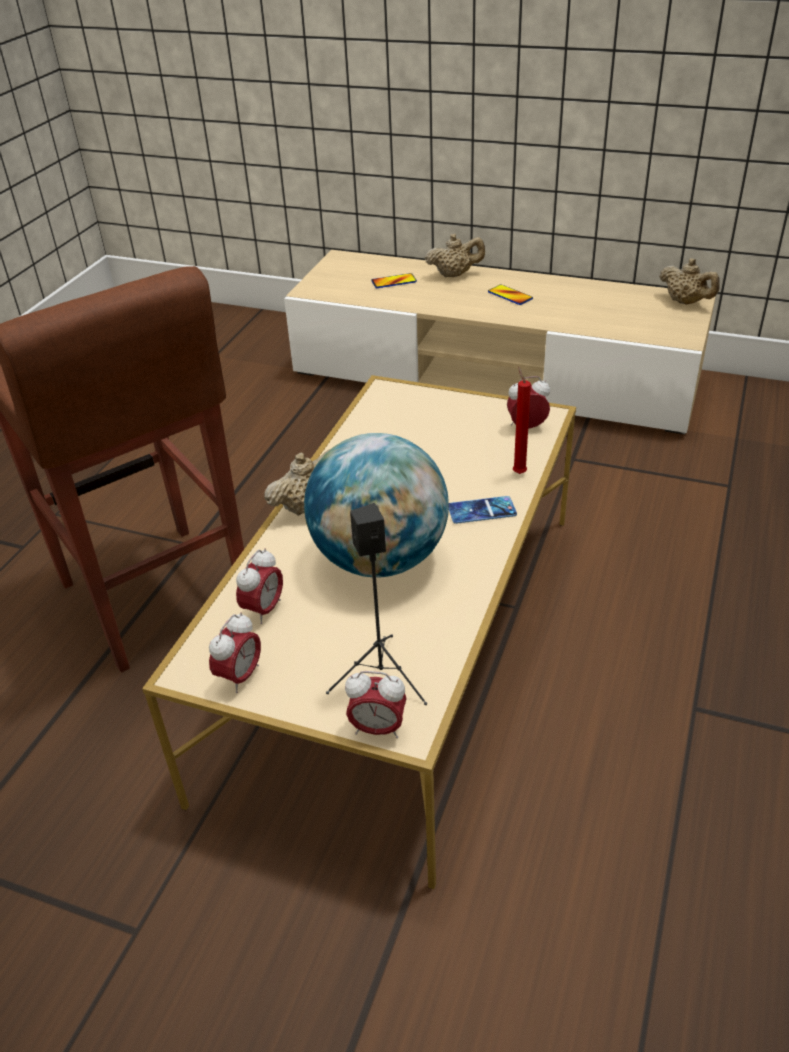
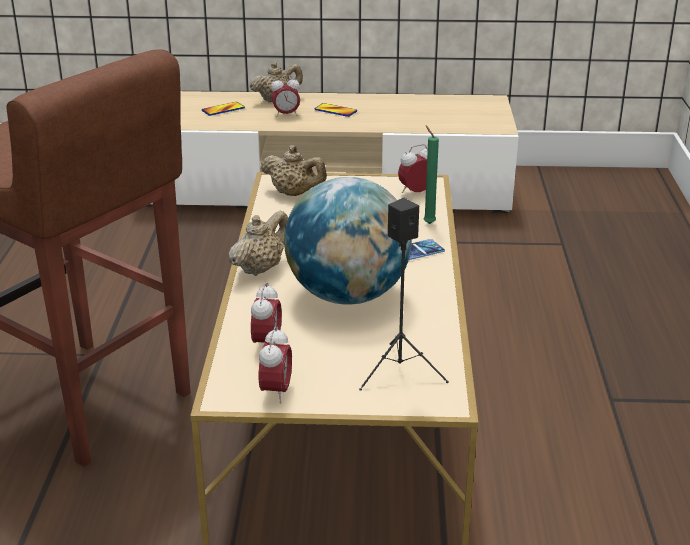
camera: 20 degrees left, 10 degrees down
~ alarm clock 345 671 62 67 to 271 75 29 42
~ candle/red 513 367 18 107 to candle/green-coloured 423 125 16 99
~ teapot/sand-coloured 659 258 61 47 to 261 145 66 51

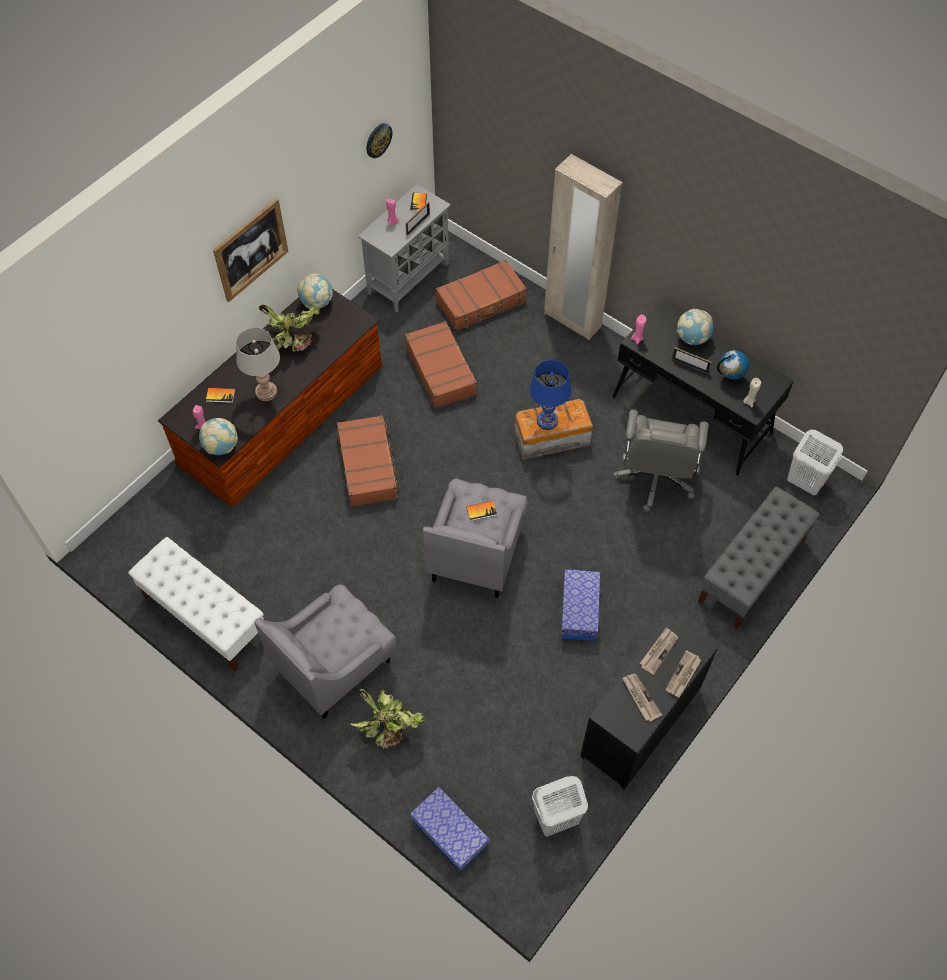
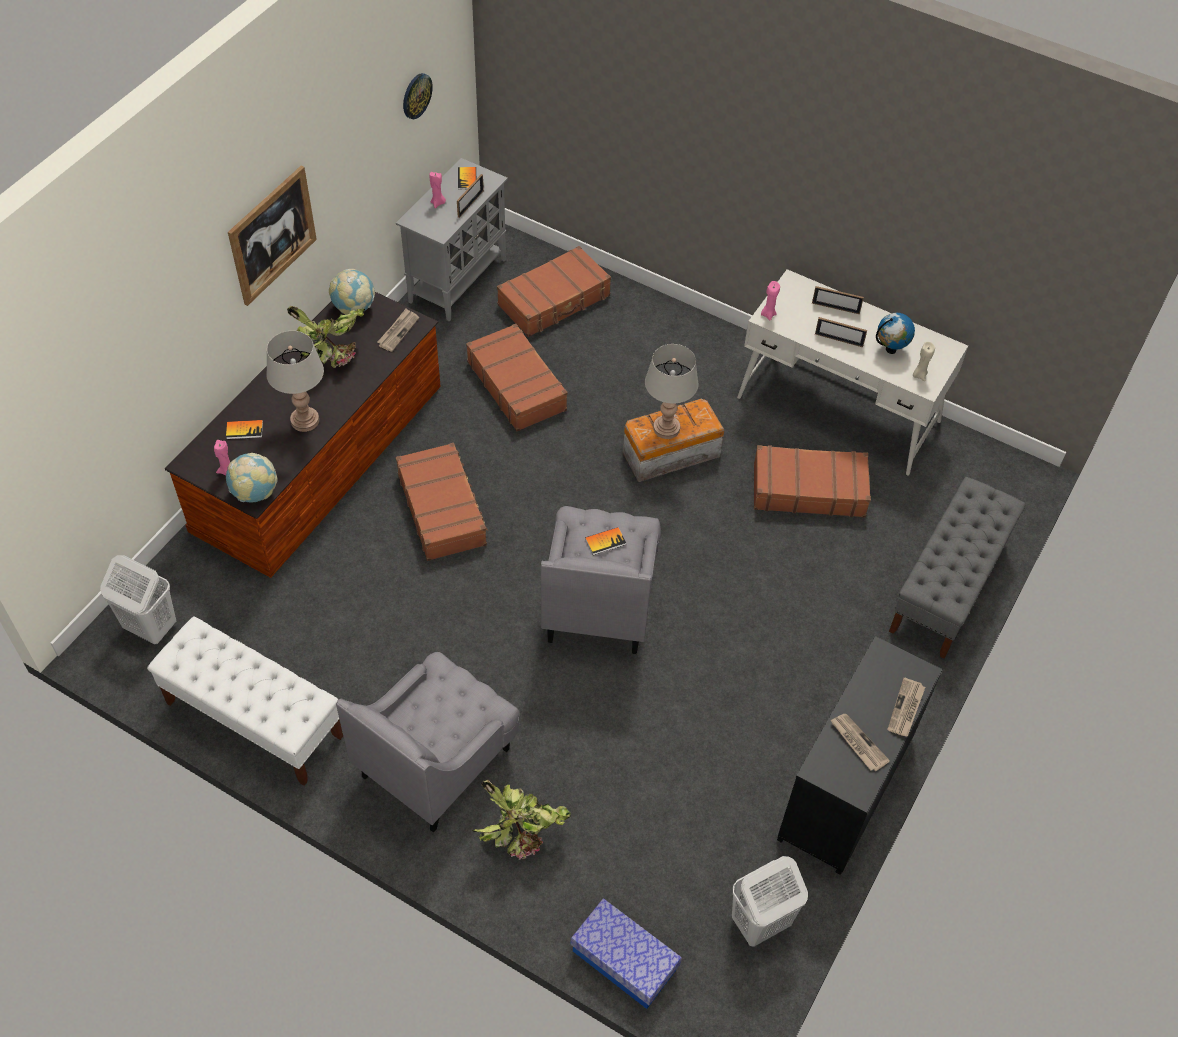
camera: 10 degrees left, 5 degrees down
~ tabletop lamp/blue-coloured 529 360 43 70 to tabletop lamp/gray 645 344 53 95
- armoire/sand-coloured 544 154 78 186
- storage container 561 569 39 72
~ desk unit/blackish 613 302 181 174 to desk unit/white 737 269 231 206
~ computer chair/gray 613 409 96 103 to suitcase/brown-coloured 754 445 117 73
~ printed paper 640 627 38 48 to 377 309 42 43
~ globe 677 309 36 36 to photo frame 812 286 52 28
~ hamper/white 787 430 56 65 to 100 555 76 89

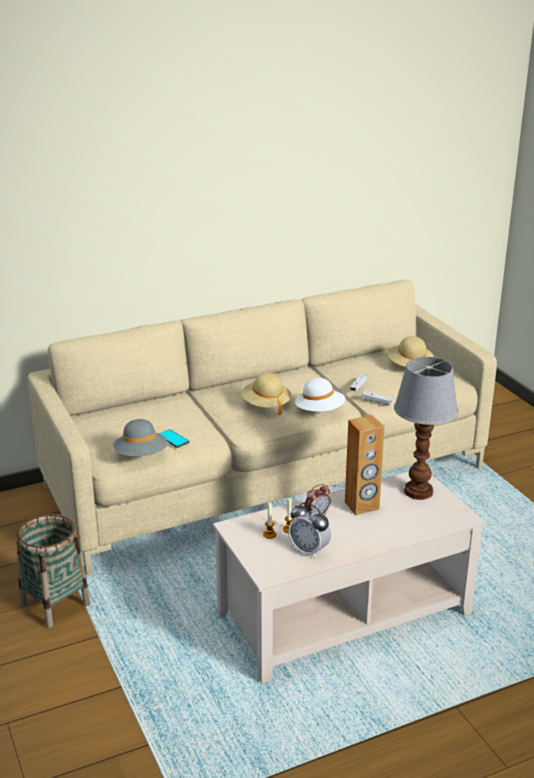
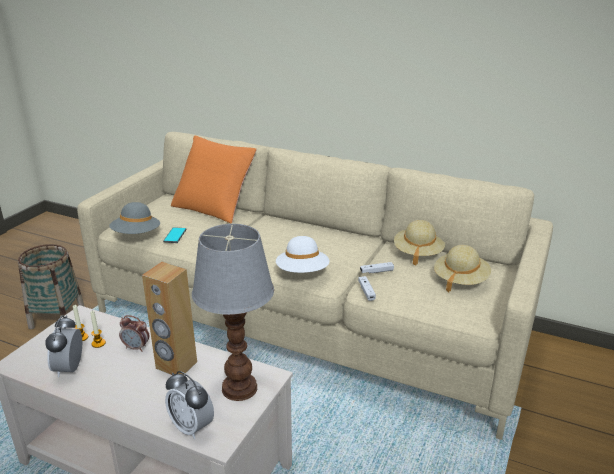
camera: 50 degrees right, 0 degrees up
~ wearable hat/sand-coloured 241 373 50 42 to 394 220 51 46
+ alarm clock 165 371 49 68
+ cushion/orange-coloured 171 135 86 89

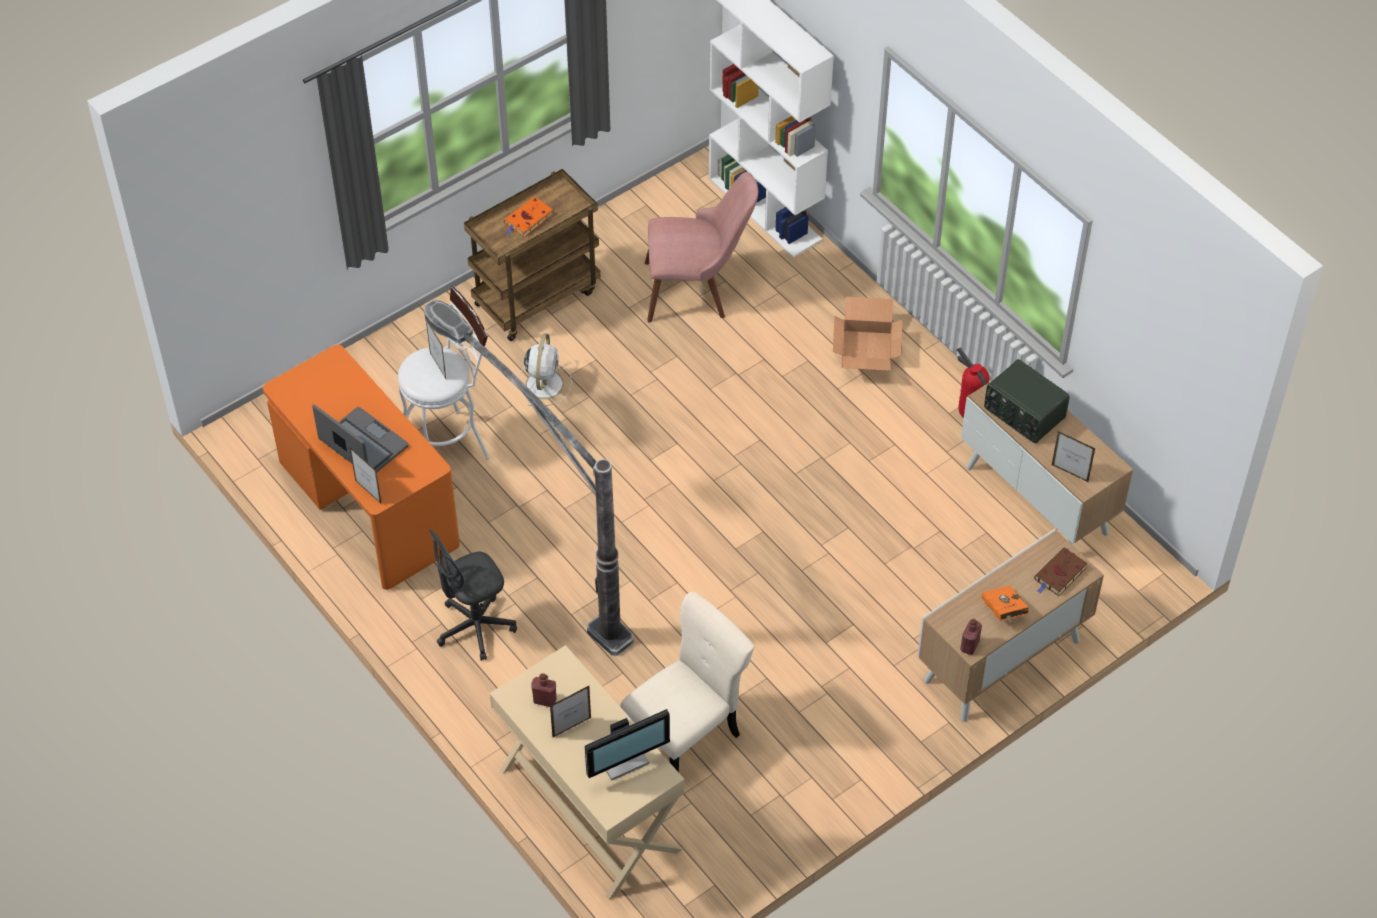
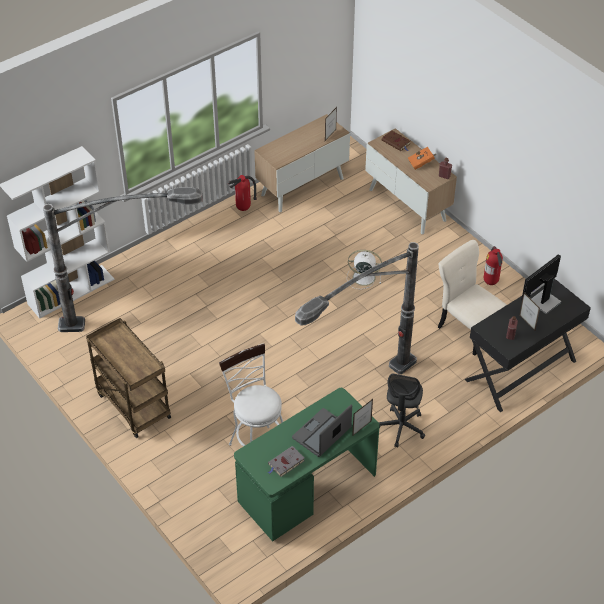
camera: 90 degrees left, 5 degrees down
~ desk unit/orange-coloured 263 345 197 245 to desk unit/green-coloured 234 388 146 153
- photo frame 426 322 20 57
~ computer chair/gray 429 529 88 132 = 379 374 46 74 45 degrees clockwise
~ desk unit/sand-coloured 489 645 195 255 to desk unit/blackish 465 278 126 134
- volume/orange-coloured 504 197 49 40
~ cooling fan/white 518 333 54 73 to 347 250 35 39
~ computer screen 585 709 85 72 = 521 254 41 60 105 degrees counterclockwise
~ plain chair/pink 645 172 113 150 to standard lamp 43 187 160 145
- carton 833 297 69 74
- radio receiver 984 359 86 85
+ volume/gray 268 446 36 31
+ fire-fighting cylinder 484 246 19 39

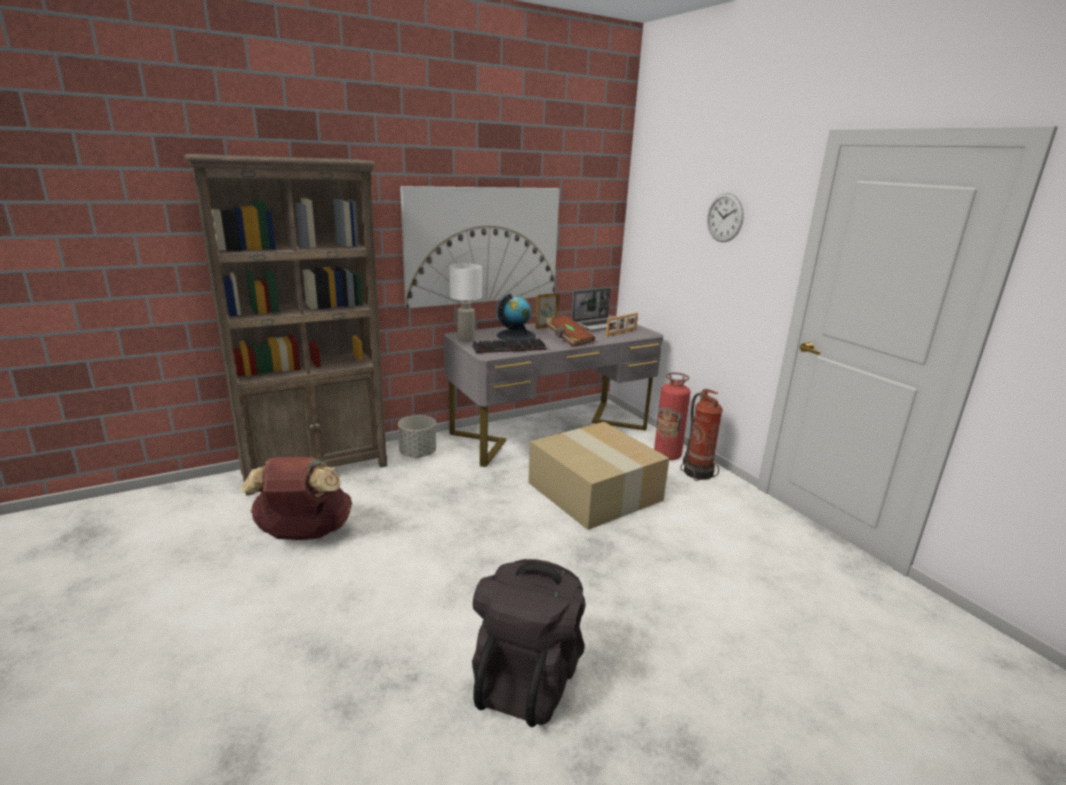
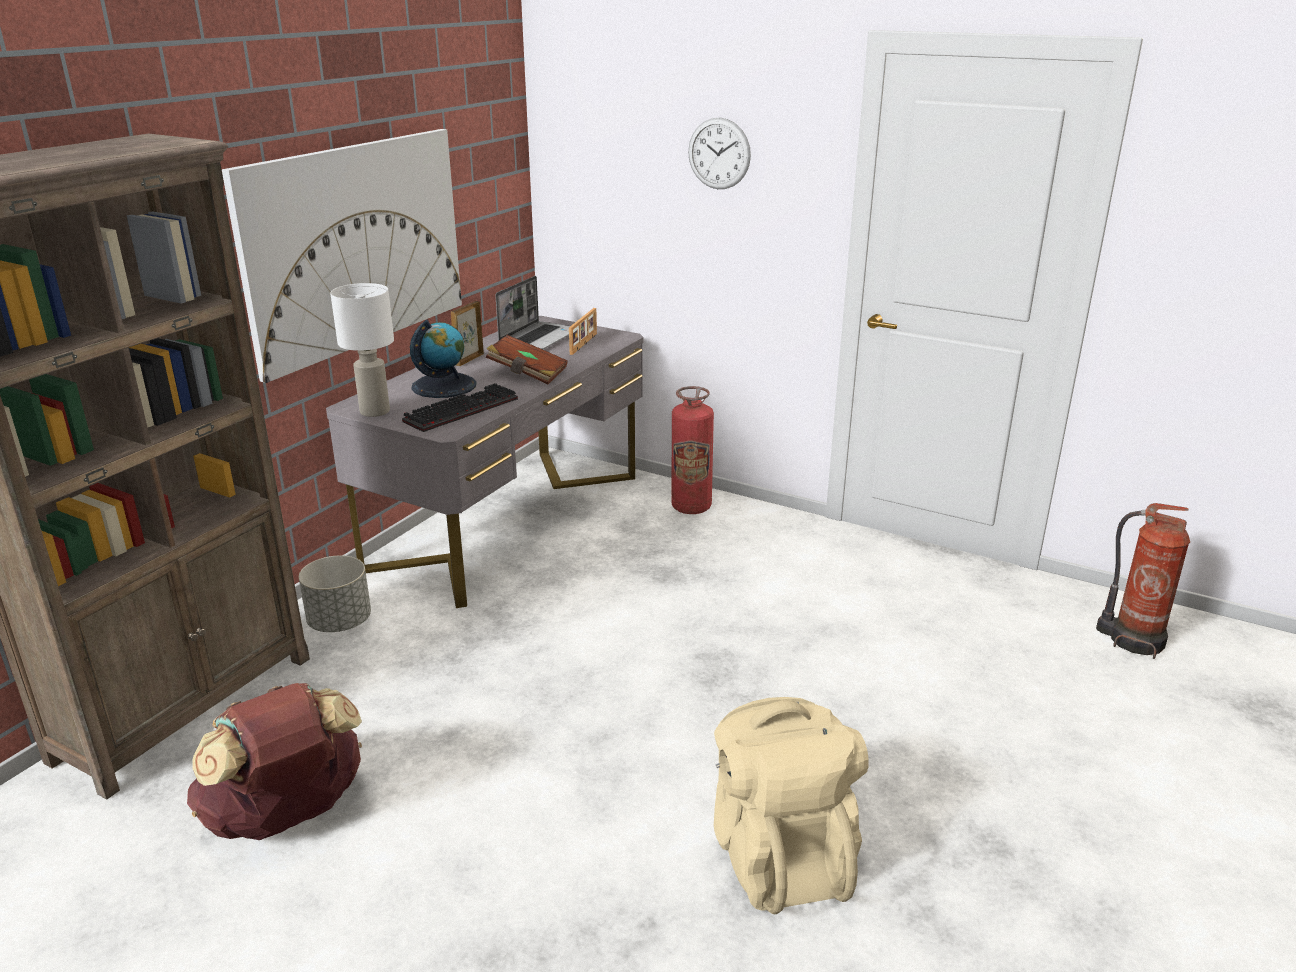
camera: 30 degrees left, 5 degrees up
~ knapsack/blackish 472 559 114 168 to knapsack/sand-coloured 714 697 155 217
- carton 528 422 141 108
~ fire-fighting cylinder 680 389 43 92 to 1096 503 94 156

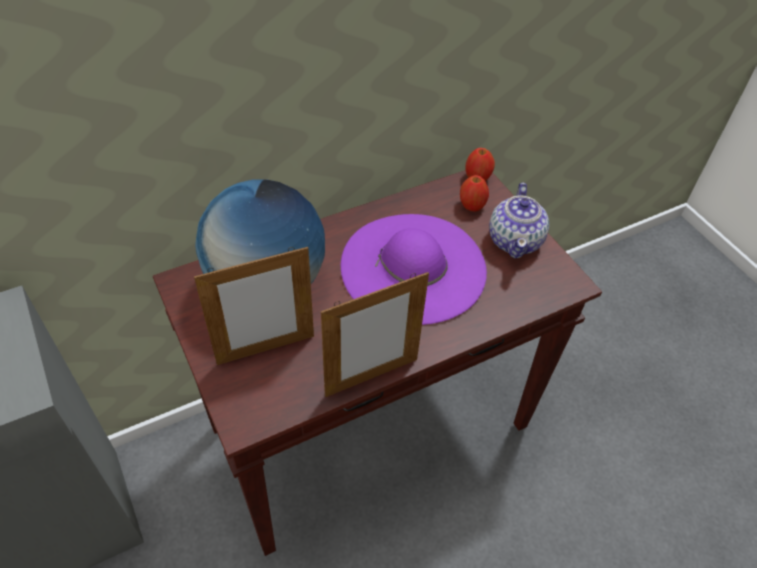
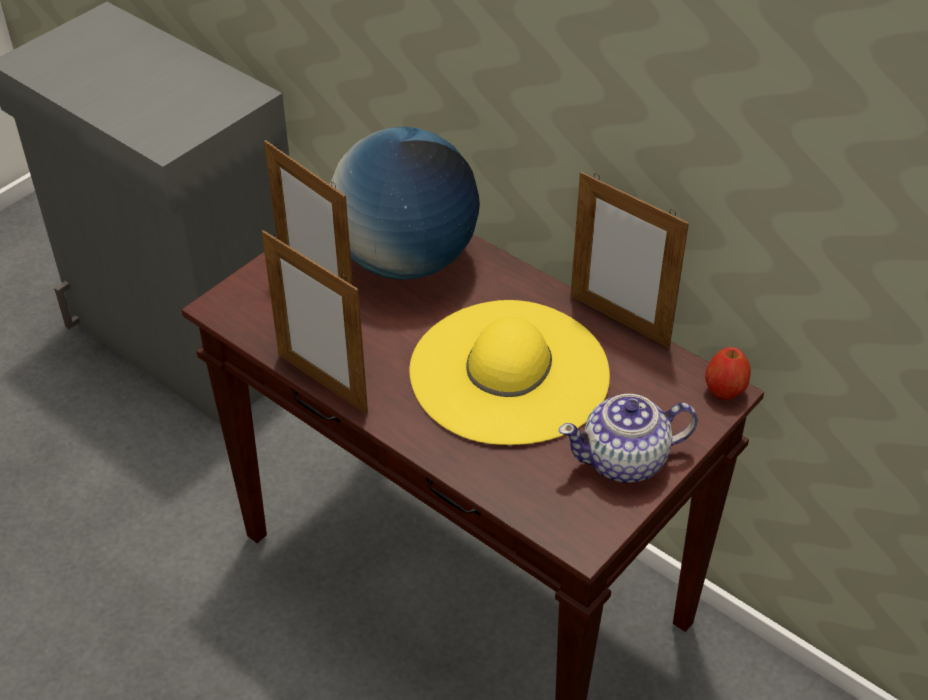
camera: 70 degrees right, 5 degrees down
~ wearable hat/purple-coloured 341 214 146 111 to wearable hat/yellow 409 300 201 145
- whole apple 460 175 29 37
+ photo frame 571 172 118 176

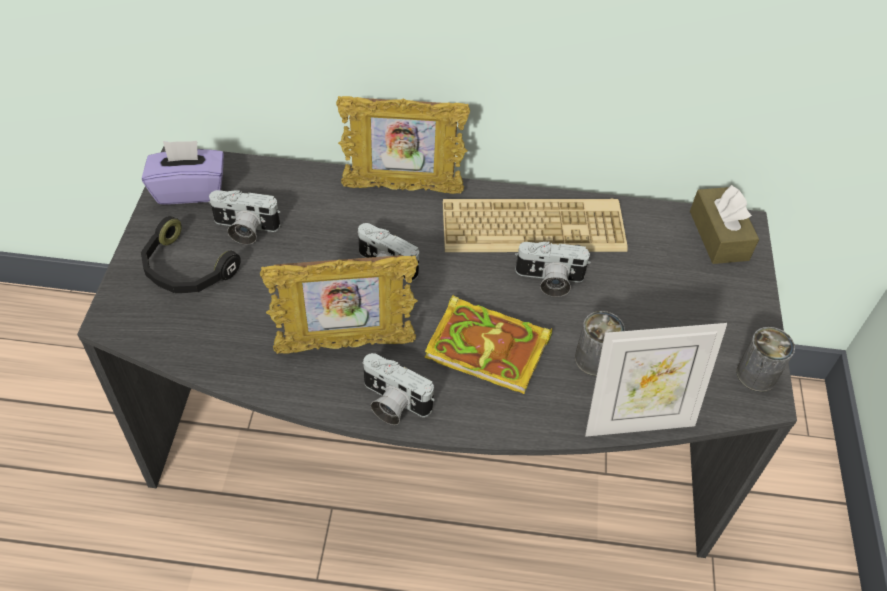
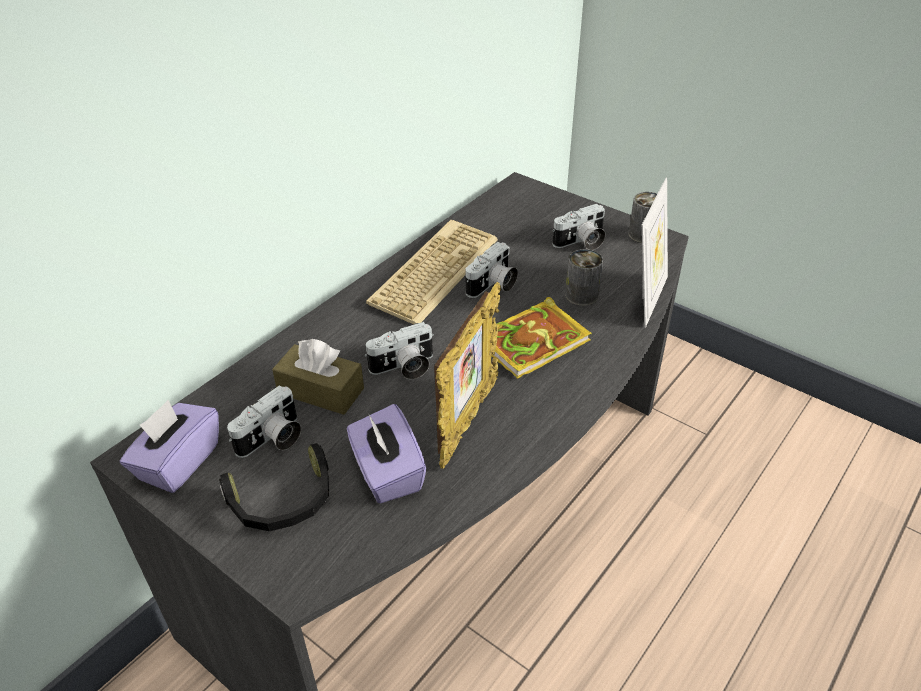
camera: 55 degrees left, 10 degrees down
- photo frame 336 96 134 98
~ photo camera 362 353 73 72 to 552 204 54 46
~ tissue holder/brown-coloured 690 184 69 80 to 272 339 92 76
+ tissue holder/purple-coloured 347 404 79 100

